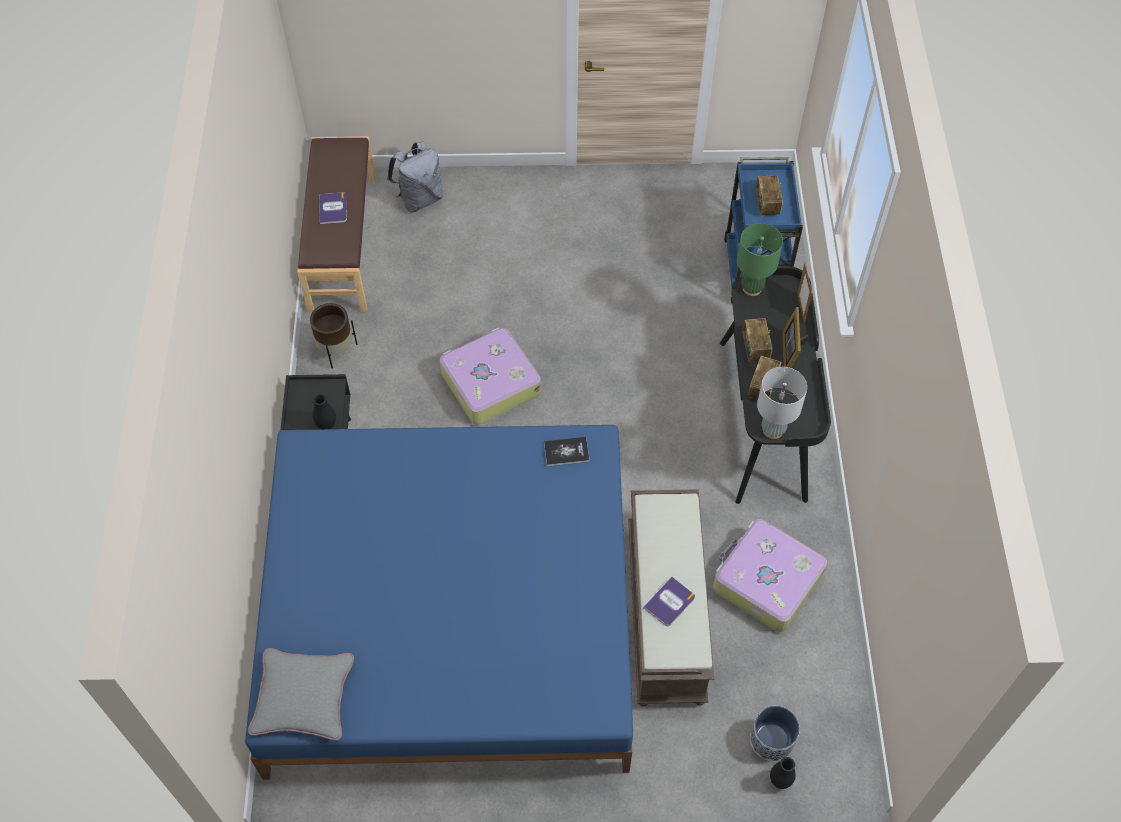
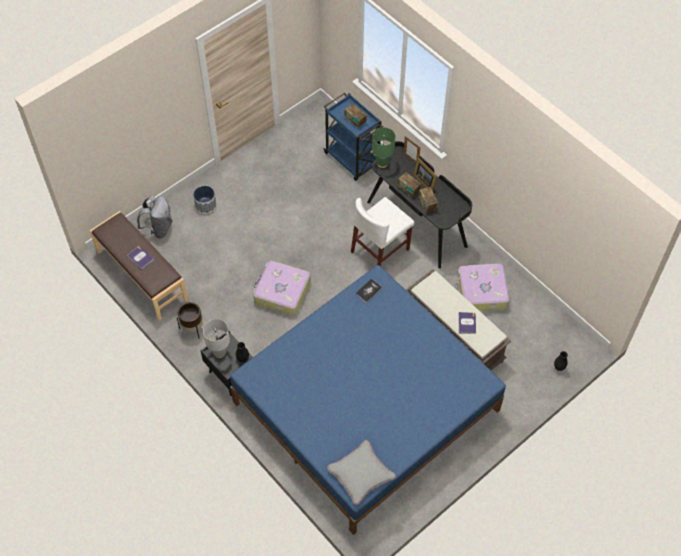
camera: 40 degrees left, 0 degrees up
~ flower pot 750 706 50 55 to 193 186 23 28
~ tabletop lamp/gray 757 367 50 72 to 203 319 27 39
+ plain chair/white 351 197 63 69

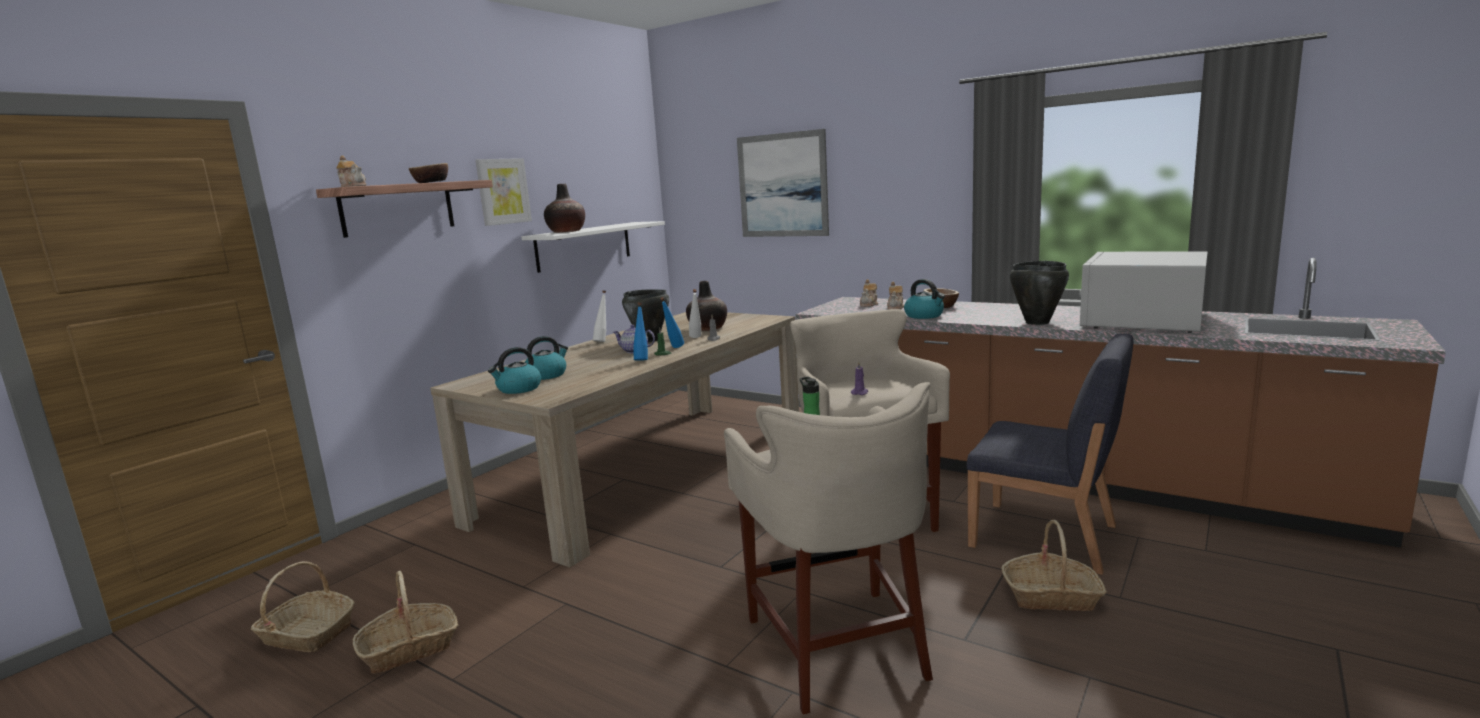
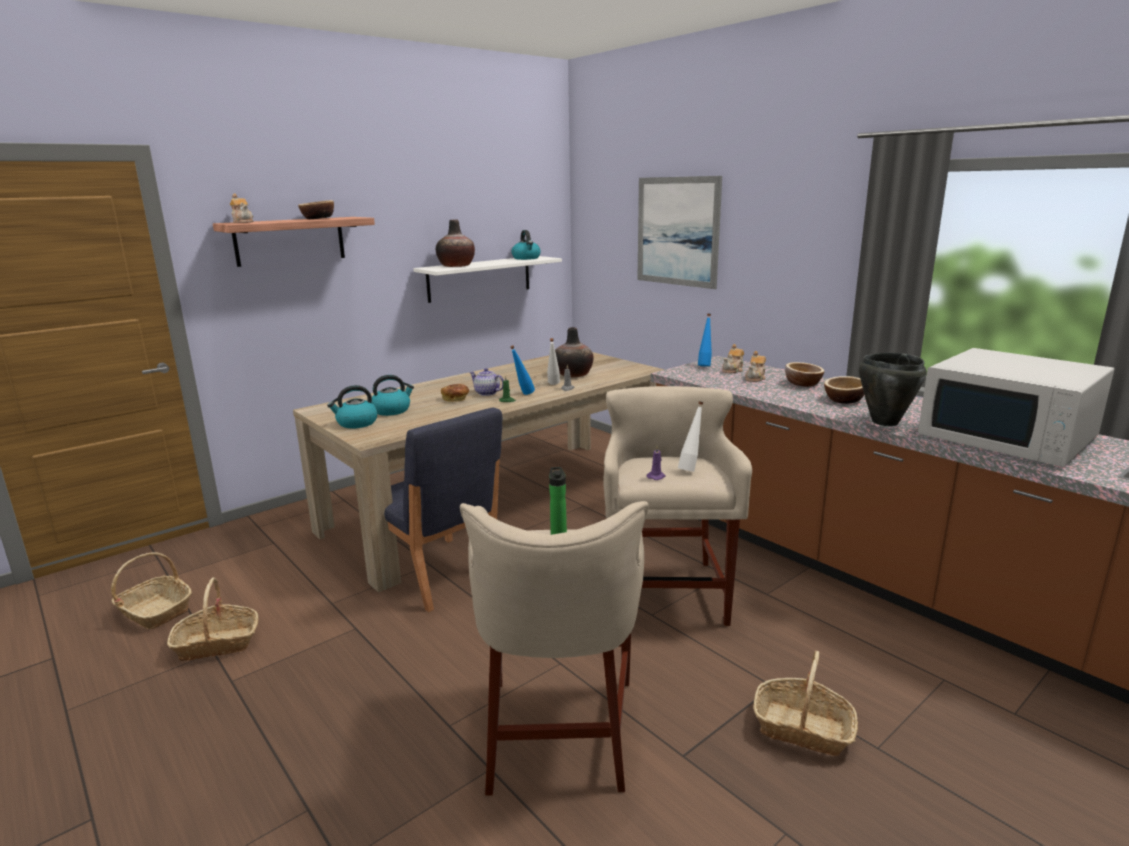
camera: 15 degrees right, 5 degrees up
- wall picture 476 158 56 68
~ drink bottle/white 593 290 13 52 to 678 401 26 71
- saucepot/blackish 622 289 47 53
~ drink bottle/blue-coloured 633 302 15 59 to 698 314 14 53
~ tea kettle 904 279 41 40 to 512 230 29 30
~ plain chair/blue-coloured 967 334 167 241 to 384 408 118 204
~ microwave/white 1079 251 129 82 = 918 348 196 119 90 degrees counterclockwise
+ bakery bread 441 384 28 18
+ deep dish 824 376 40 28

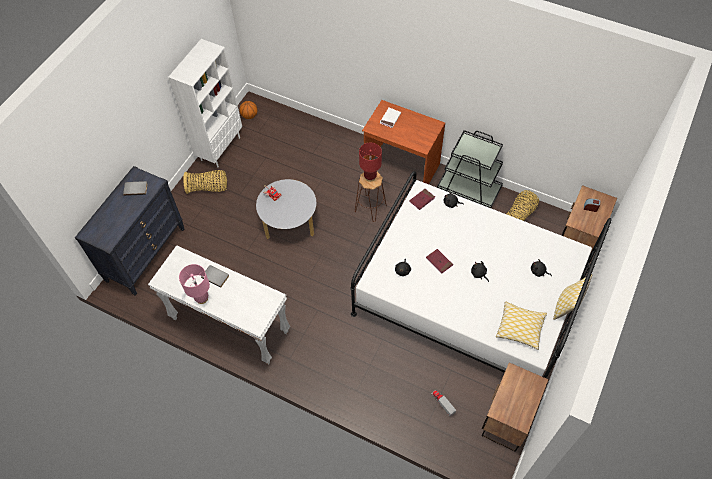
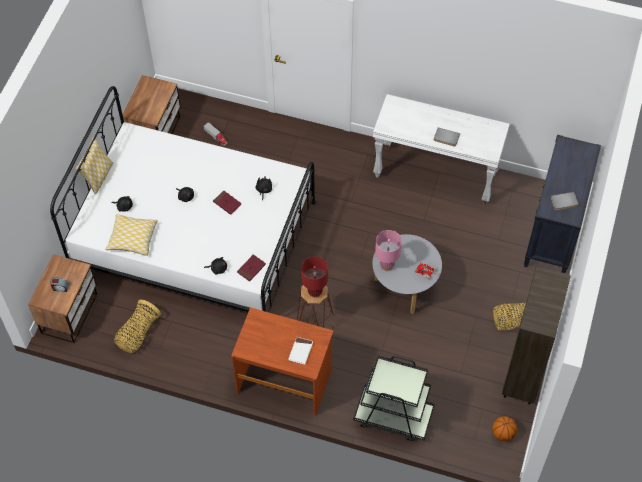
camera: 170 degrees right, 0 degrees up
~ bookshelf/white 168 39 74 129 to bookshelf/brown-coloured 502 266 69 138
~ tabletop lamp/pink 179 264 31 40 to 375 230 27 41
~ trolley/blackish 437 130 66 78 to 353 355 82 86
~ cushion 496 301 51 49 to 105 214 53 42

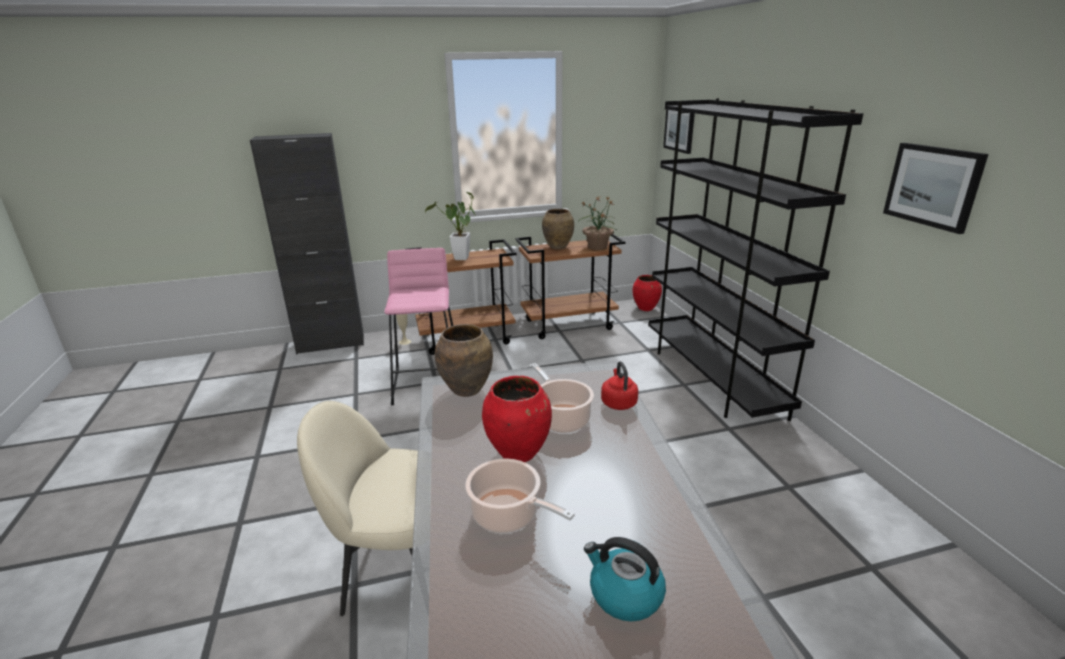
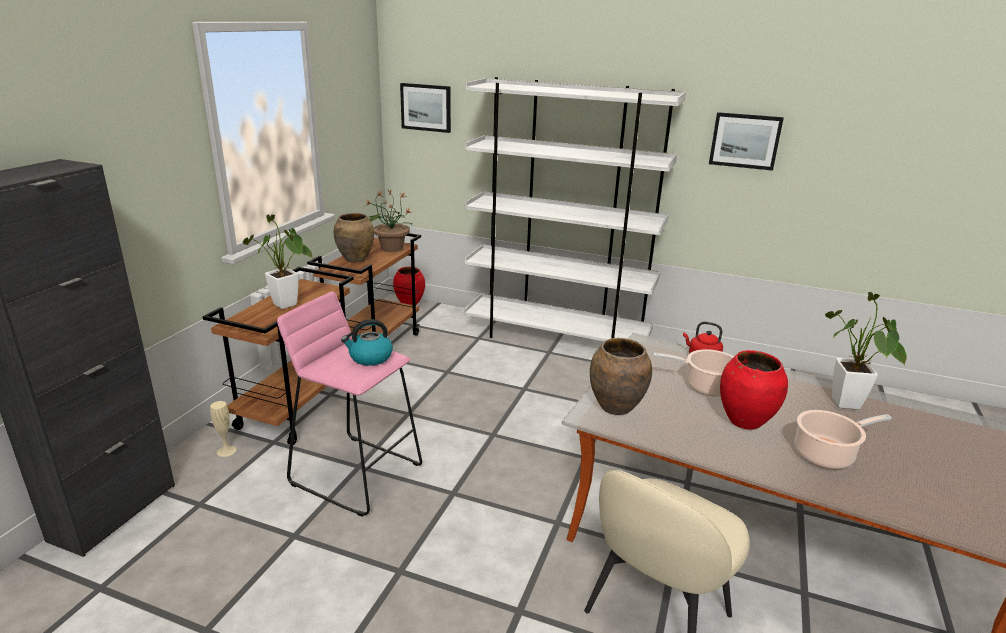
camera: 55 degrees left, 0 degrees up
~ tea kettle 584 537 82 84 to 341 319 52 47
~ bookshelf/blackish 648 98 215 323 to bookshelf/white 464 77 222 264
+ plant in a pot 825 292 82 117

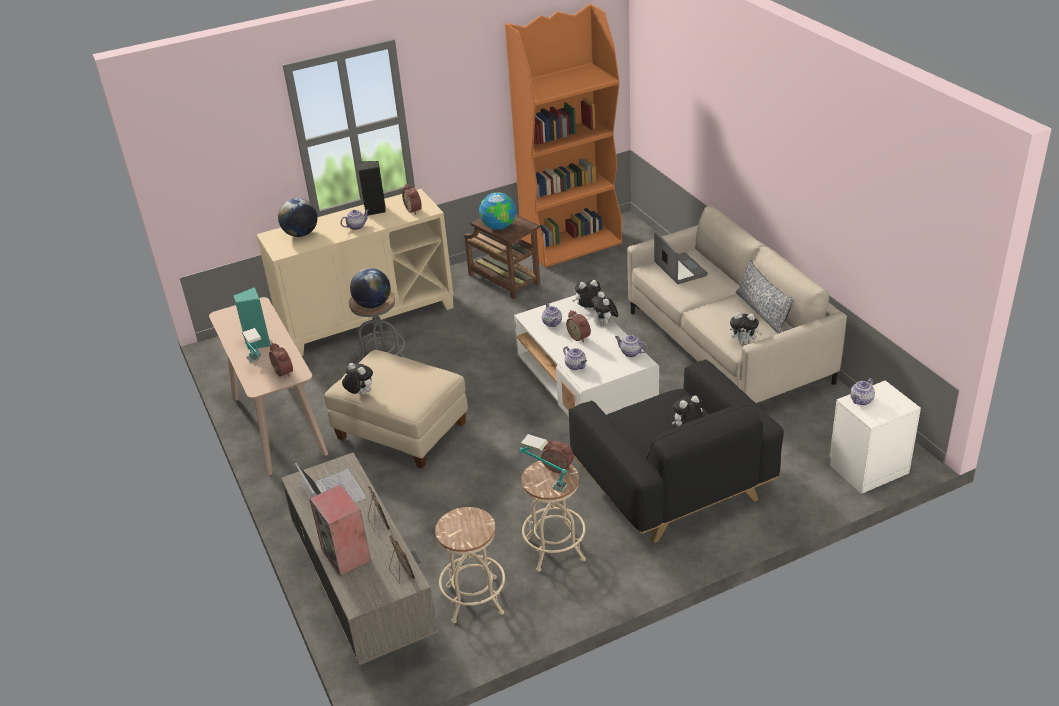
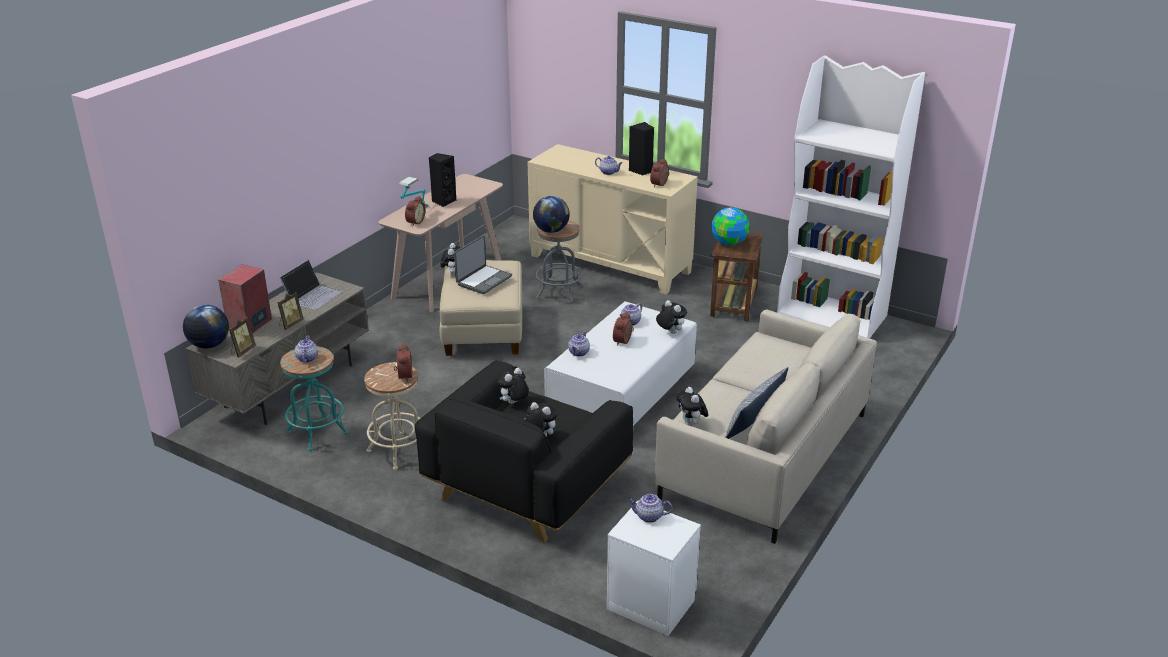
camera: 55 degrees right, 5 degrees down
~ speaker/blue-green 233 287 38 63 to speaker/blackish 429 153 27 54
~ globe 278 198 40 39 to 183 305 46 44
~ stool seat/sand-coloured 435 507 70 116 to stool seat/blue-green 280 346 68 105
~ bookshelf/orange-coloured 505 3 117 265 to bookshelf/white 777 55 148 283
- tabletop lamp 518 434 50 58
~ soft toy 591 292 27 34 to 497 368 32 36
~ teapot 615 335 33 22 to 295 335 23 28
~ laptop 654 232 54 52 to 454 235 58 59

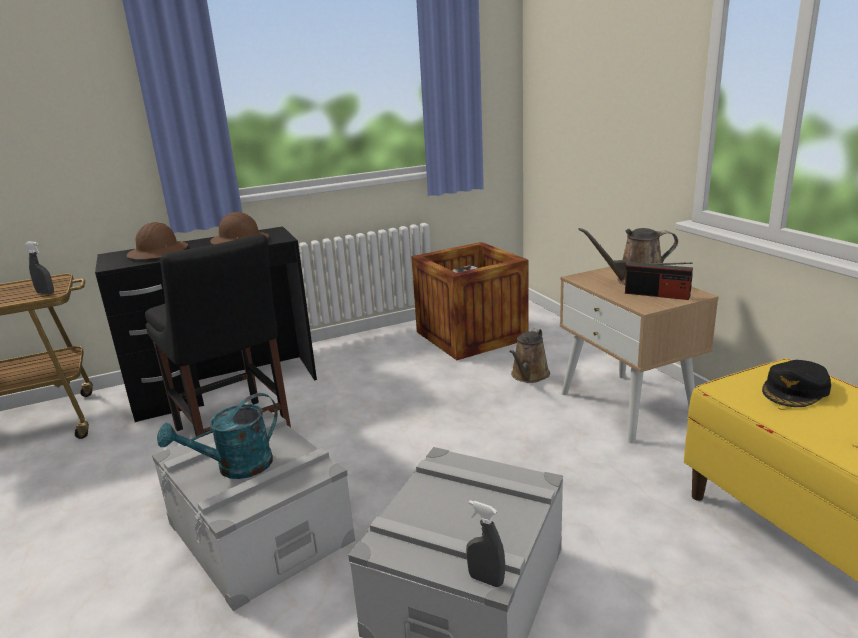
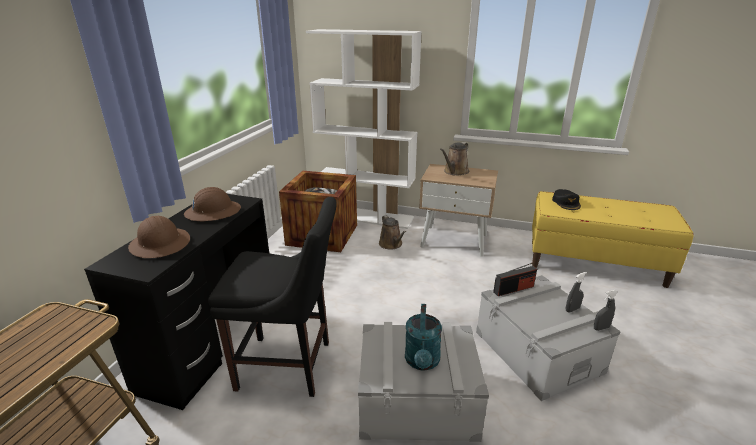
camera: 50 degrees left, 5 degrees up
~ sprayer/gray 25 241 29 53 to 566 272 21 40
~ radio receiver 625 262 68 38 to 493 263 44 33
+ bookshelf/white 306 29 116 200

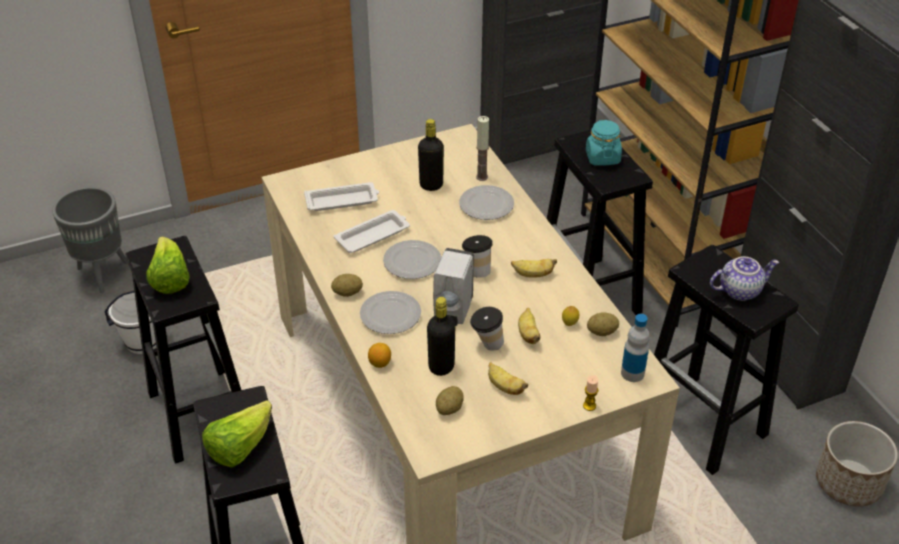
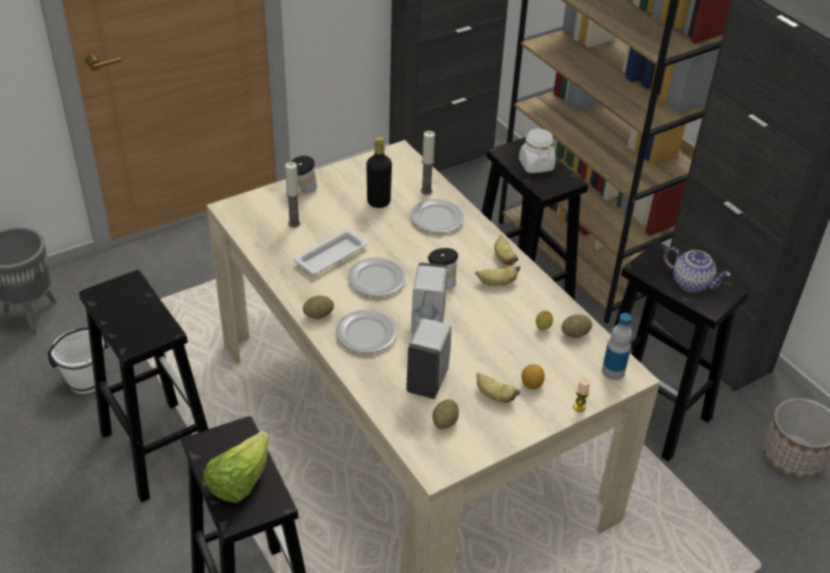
camera: 10 degrees left, 0 degrees up
- lettuce head 146 236 44 58
~ tray/white 304 182 75 29 to candle 285 162 16 66
~ citrus fruit 368 343 23 25 to 521 364 24 25
~ drink bottle/blackish 427 297 28 79 to soap dispenser/white 406 318 45 81
~ drinking cup 470 307 34 44 to 291 156 26 38
~ banana 518 308 23 36 to 494 235 24 31
~ storage jar/blue-green 586 120 36 46 to storage jar/white 519 128 37 45
~ teapot 710 256 69 45 = 664 247 67 45 60 degrees clockwise

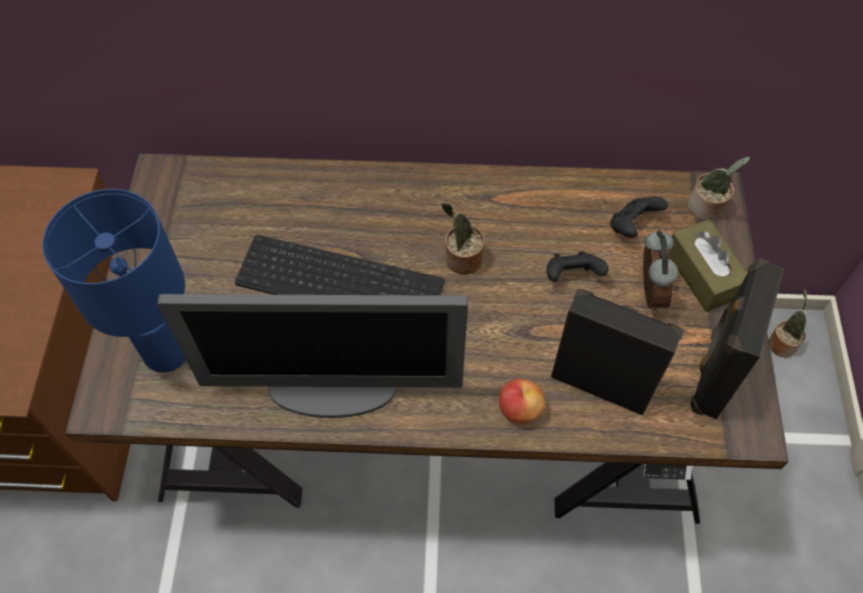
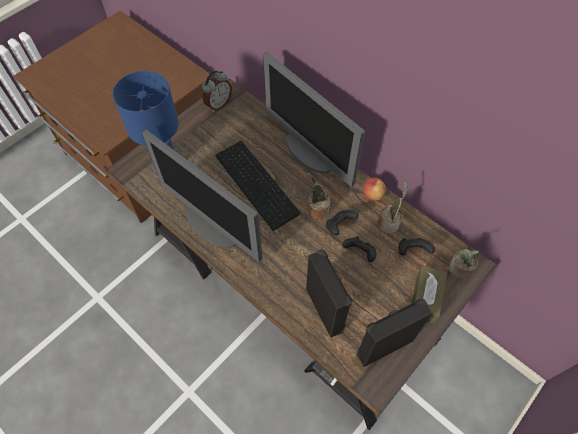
camera: 40 degrees right, 0 degrees up
~ whole apple 499 379 46 45 to 363 177 23 23
~ alarm clock 643 230 35 81 to 202 71 30 41
~ plant in a pot 769 289 38 69 to 378 180 30 53
+ computer screen 263 52 102 135
+ game controller/blackish 326 210 33 25

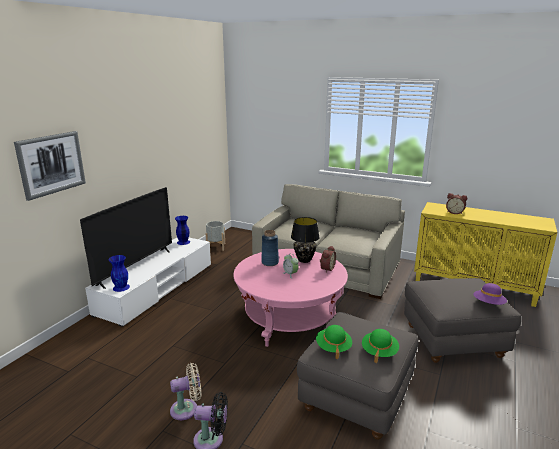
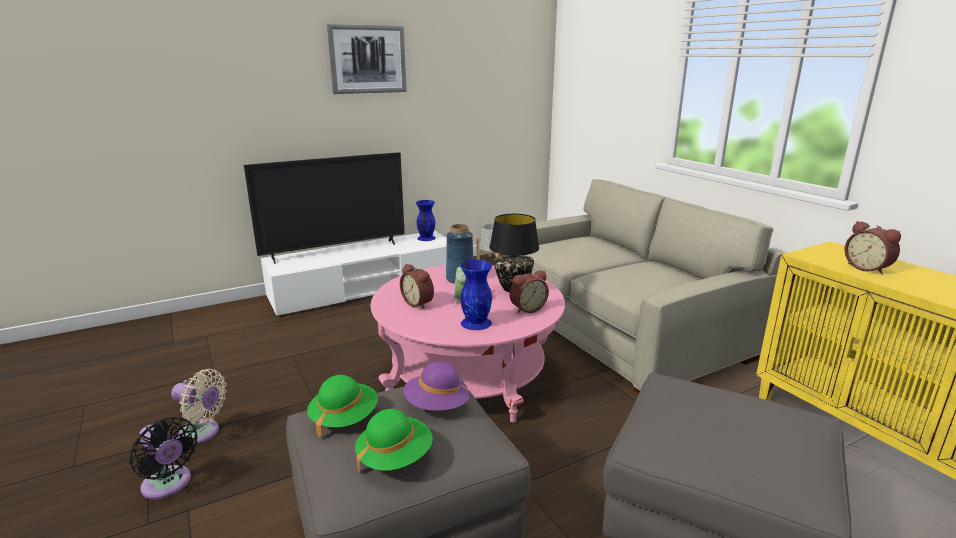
camera: 35 degrees right, 0 degrees up
~ wall picture 14 131 72 70 to 327 24 80 70
~ flower vase/blue-coloured 109 255 21 37 to 460 260 32 70
~ wearable hat/purple-coloured 474 283 33 22 to 403 362 67 49
+ alarm clock 400 264 34 45

